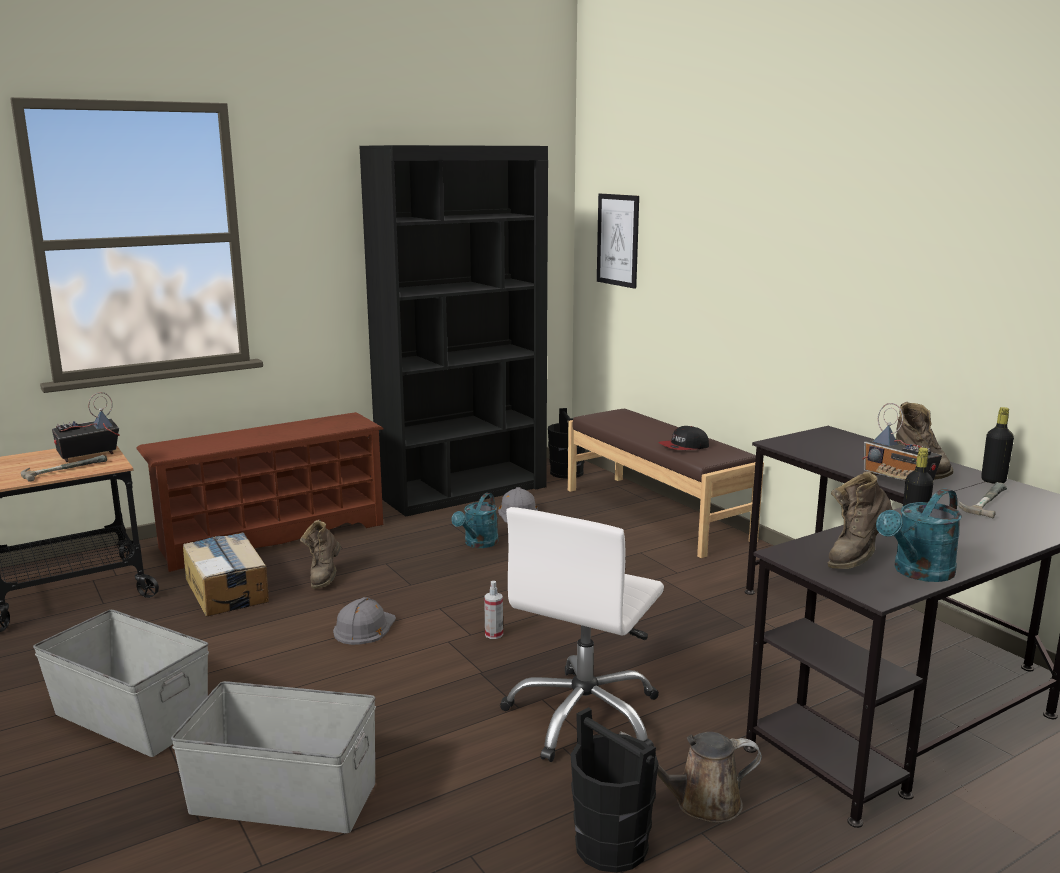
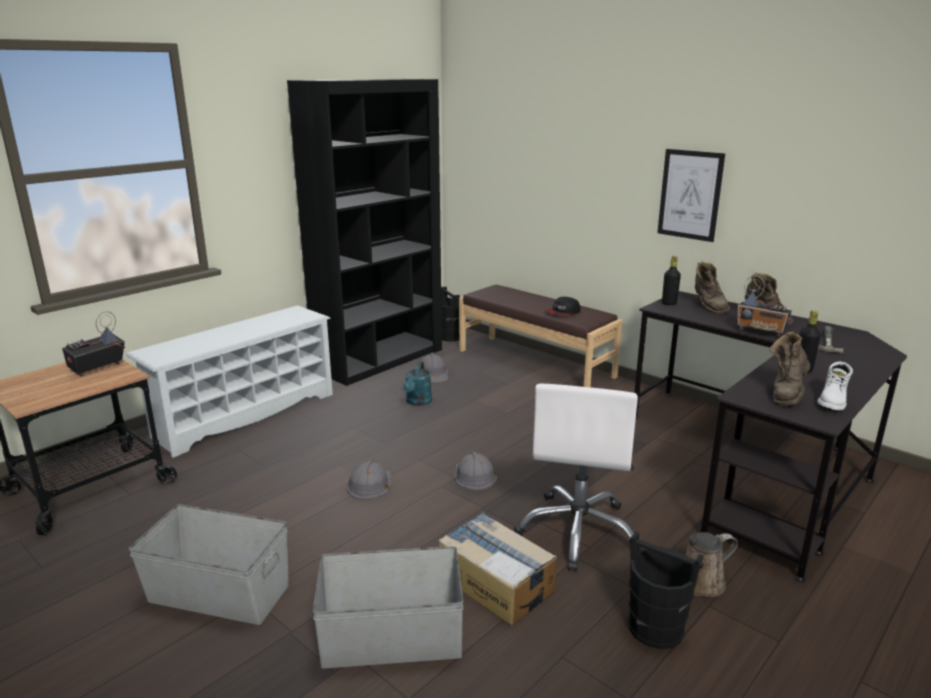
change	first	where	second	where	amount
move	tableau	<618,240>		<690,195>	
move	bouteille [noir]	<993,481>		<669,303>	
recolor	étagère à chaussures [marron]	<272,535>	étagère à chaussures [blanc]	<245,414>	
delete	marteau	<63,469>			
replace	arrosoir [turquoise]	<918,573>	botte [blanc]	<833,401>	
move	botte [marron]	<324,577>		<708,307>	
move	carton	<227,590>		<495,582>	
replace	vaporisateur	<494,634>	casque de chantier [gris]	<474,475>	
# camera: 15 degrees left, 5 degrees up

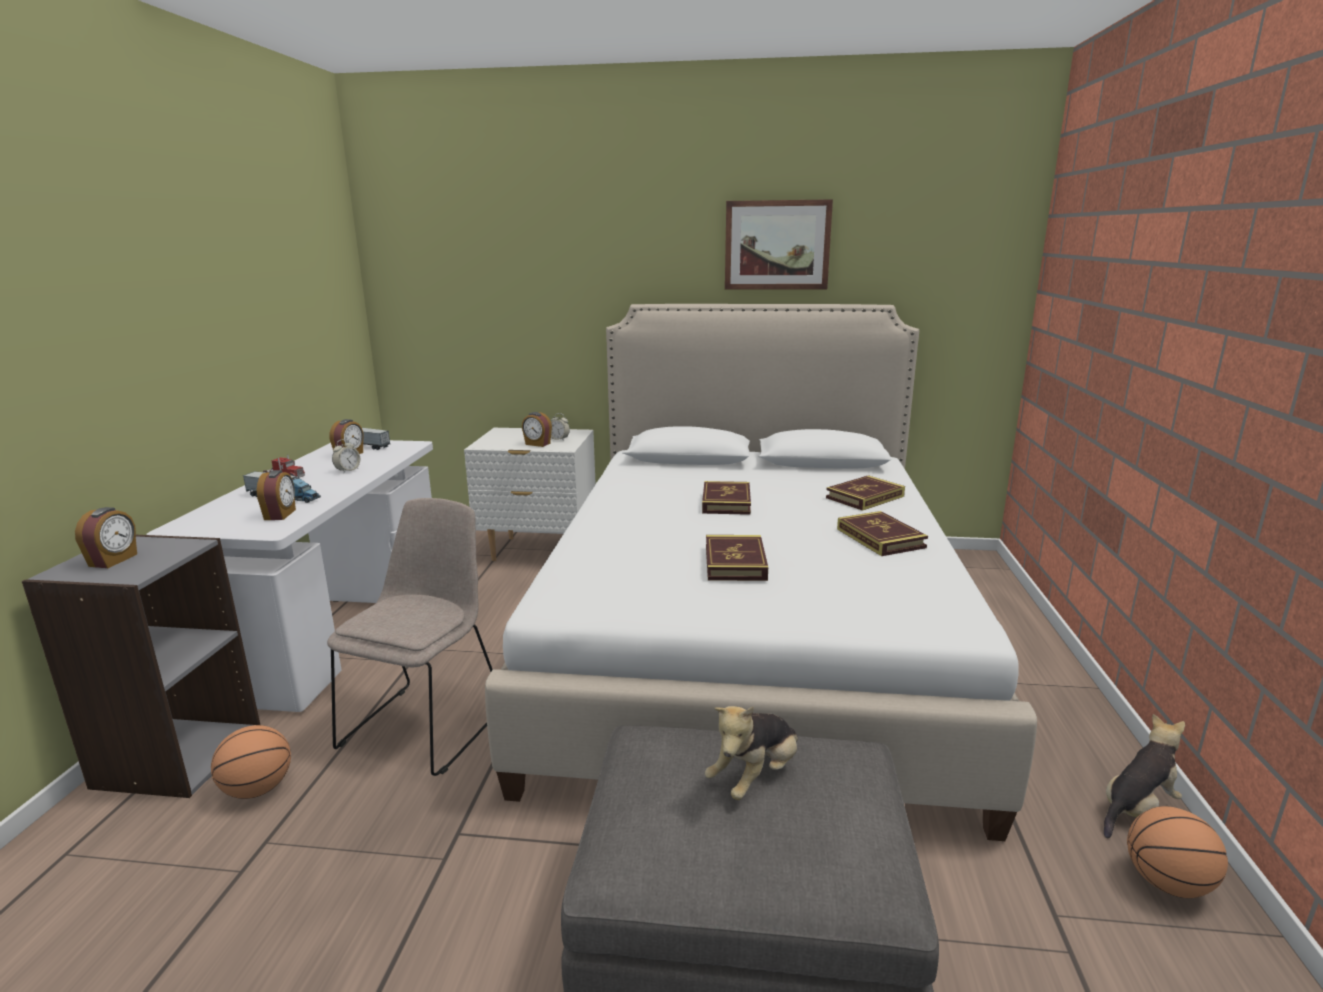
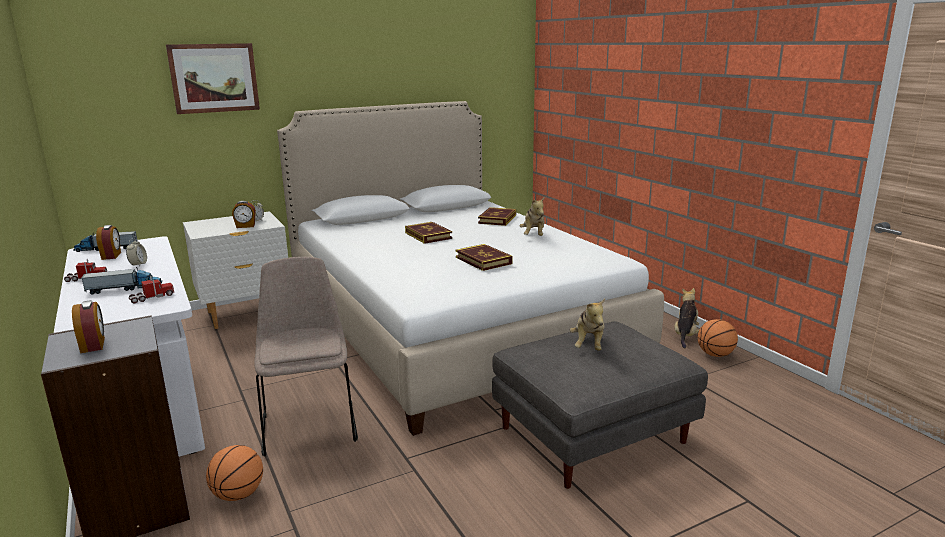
change	first	where	second	where	amount
move	tableau	<777,245>		<214,78>	
replace	réveil	<281,515>	camion jouet	<152,297>	
replace	livre	<880,538>	peluche	<533,235>	
# camera: 35 degrees left, 0 degrees up

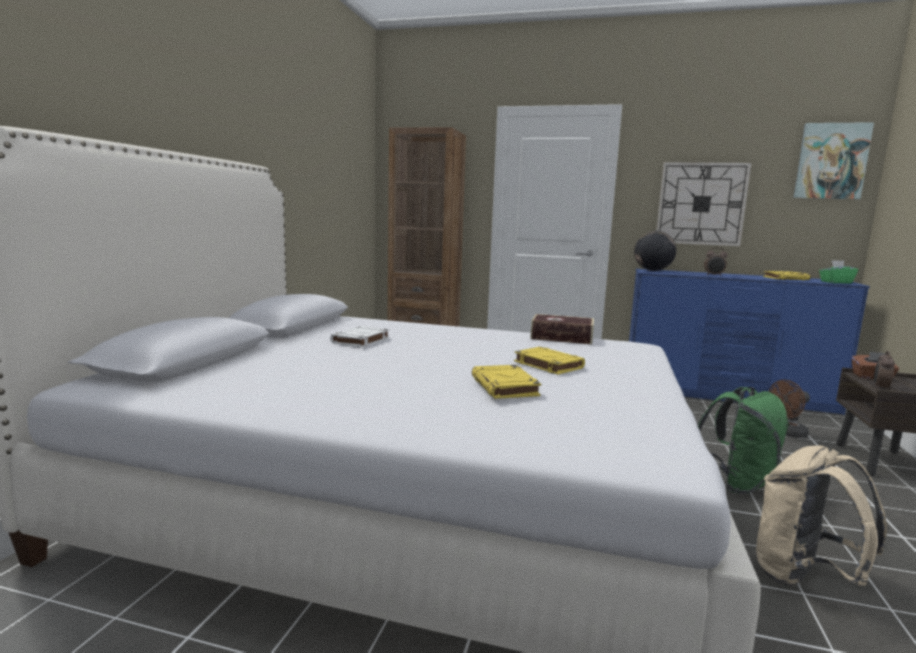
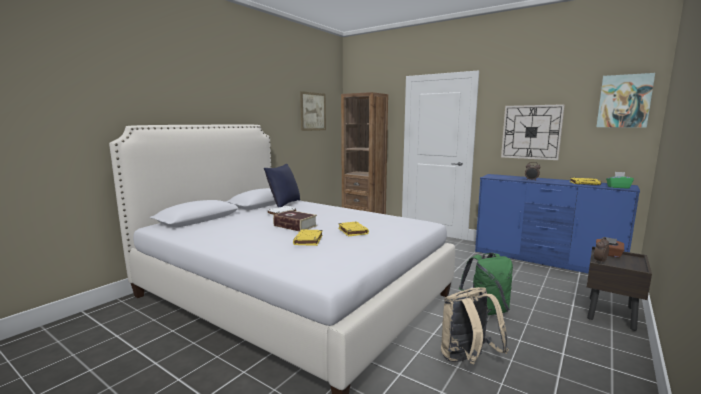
change	first	where	second	where	amount
delete	globe	<652,270>			
move	livre	<562,337>		<295,226>	
delete	ventilateur [marron]	<787,433>			
insert			tableau	<313,111>	
insert			coussin [bleu]	<283,204>	
# camera: 20 degrees right, 0 degrees up

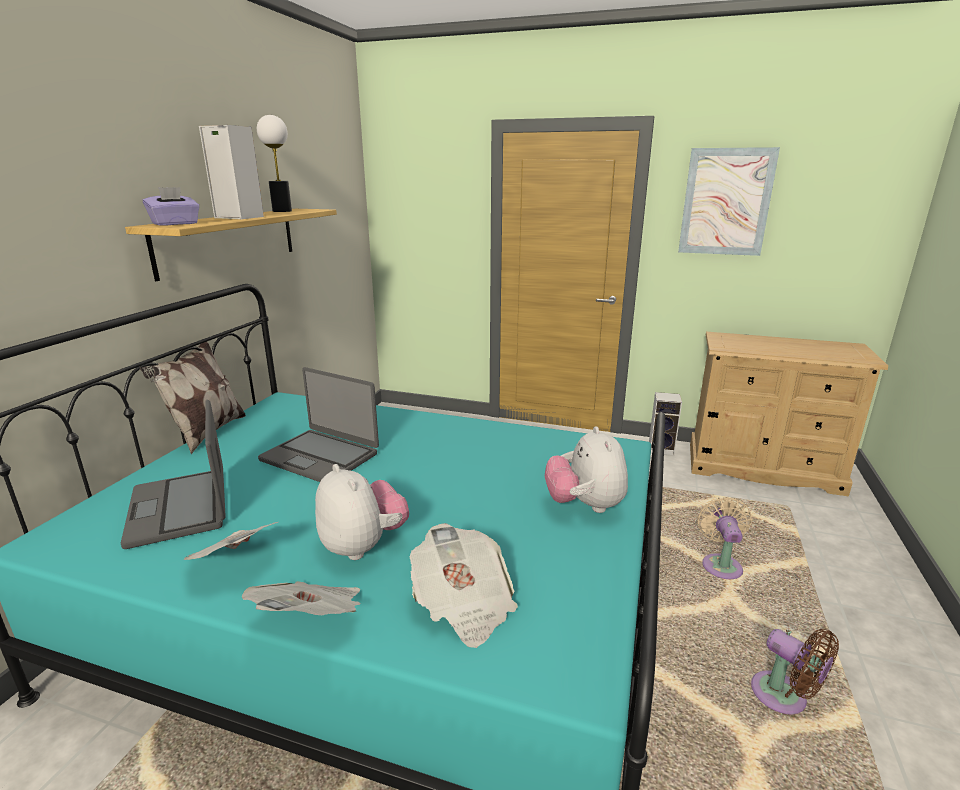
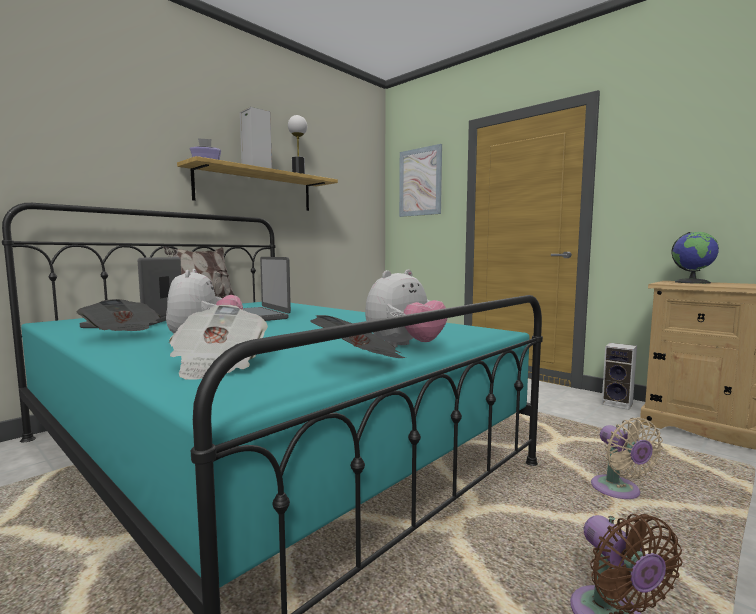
change	first	where	second	where	amount
move	tableau	<726,202>		<420,182>	
rotate	peluche	<585,505>		<405,347>	150 degrees counterclockwise
rotate	ventilateur [beige]	<720,564>		<619,491>	135 degrees clockwise
move	journal	<312,620>		<361,364>	
insert			globe	<692,282>	
# camera: 25 degrees right, 15 degrees down

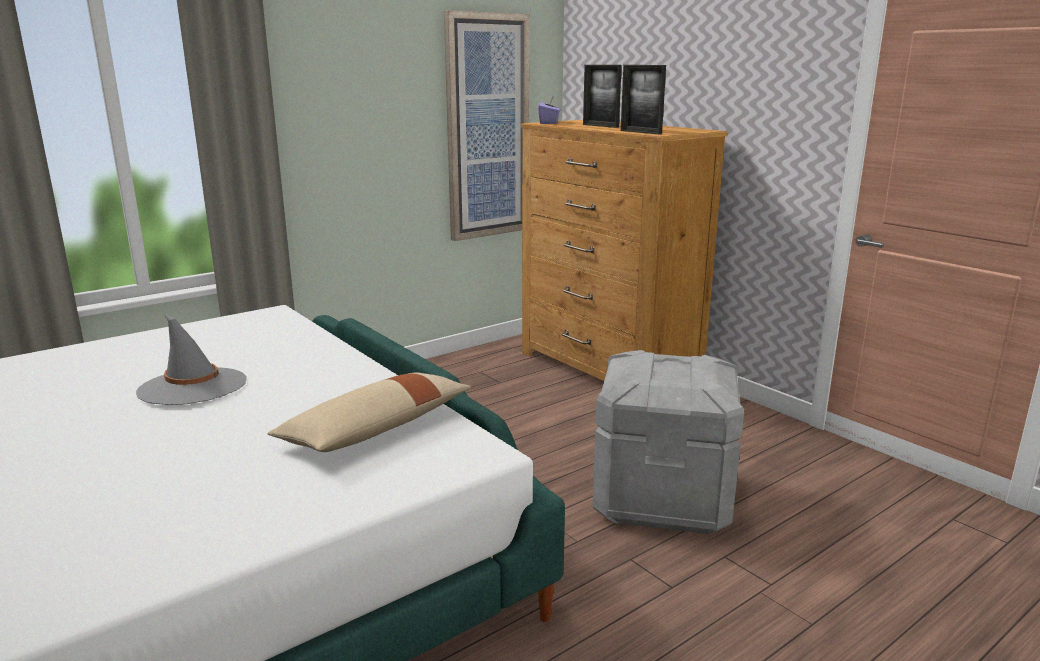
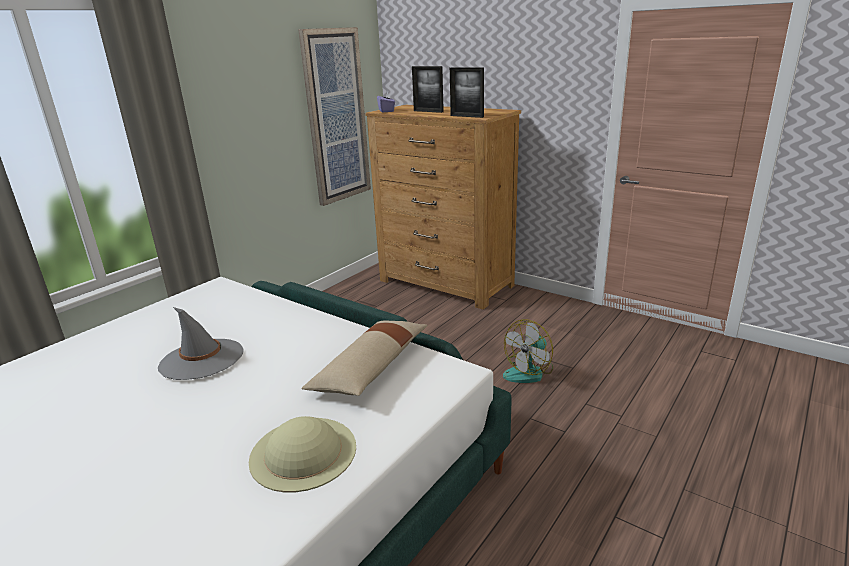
change	first	where	second	where	amount
replace	boîte de rangement [gris]	<663,498>	ventilateur	<529,371>	
insert			chapeau [beige]	<303,452>	
# camera: 15 degrees left, 5 degrees up

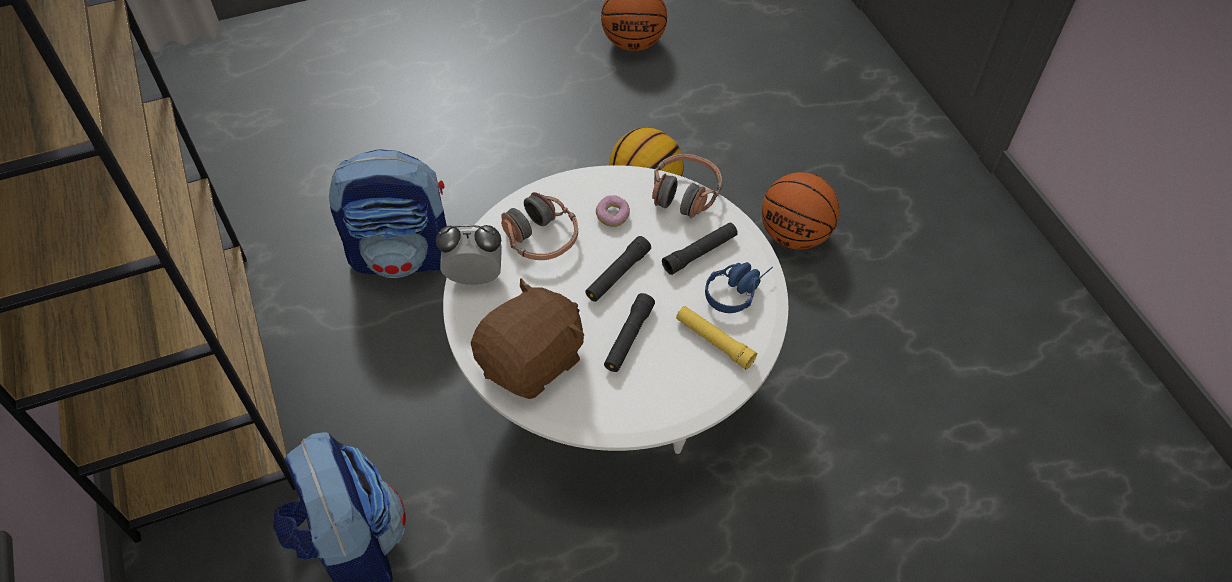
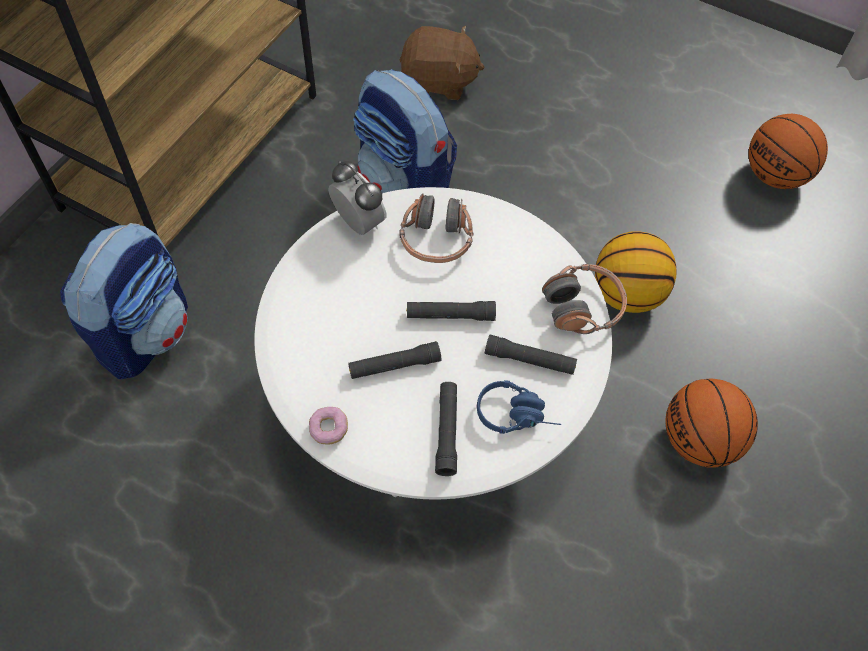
change	first	where	second	where	amount
move	beignet	<612,216>		<329,429>	
move	peluche [marron]	<532,361>		<438,82>	
recolor	lampe de poche [jaune]	<714,341>	lampe de poche [noir]	<447,431>	
# camera: 50 degrees right, 5 degrees up

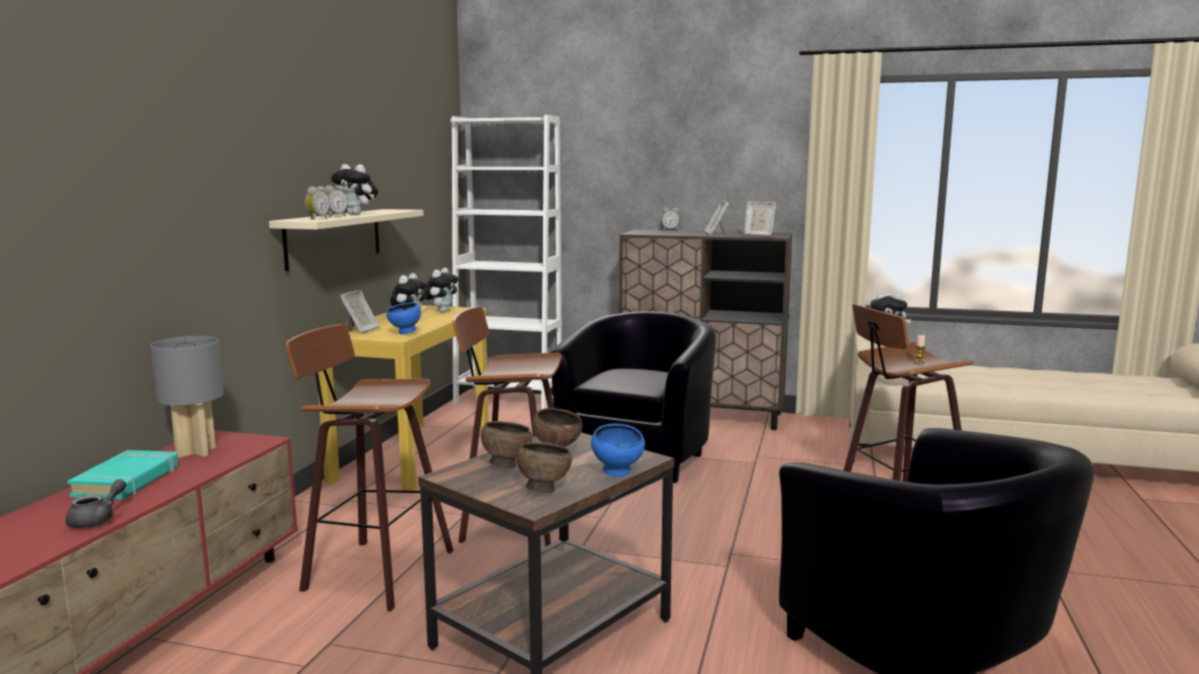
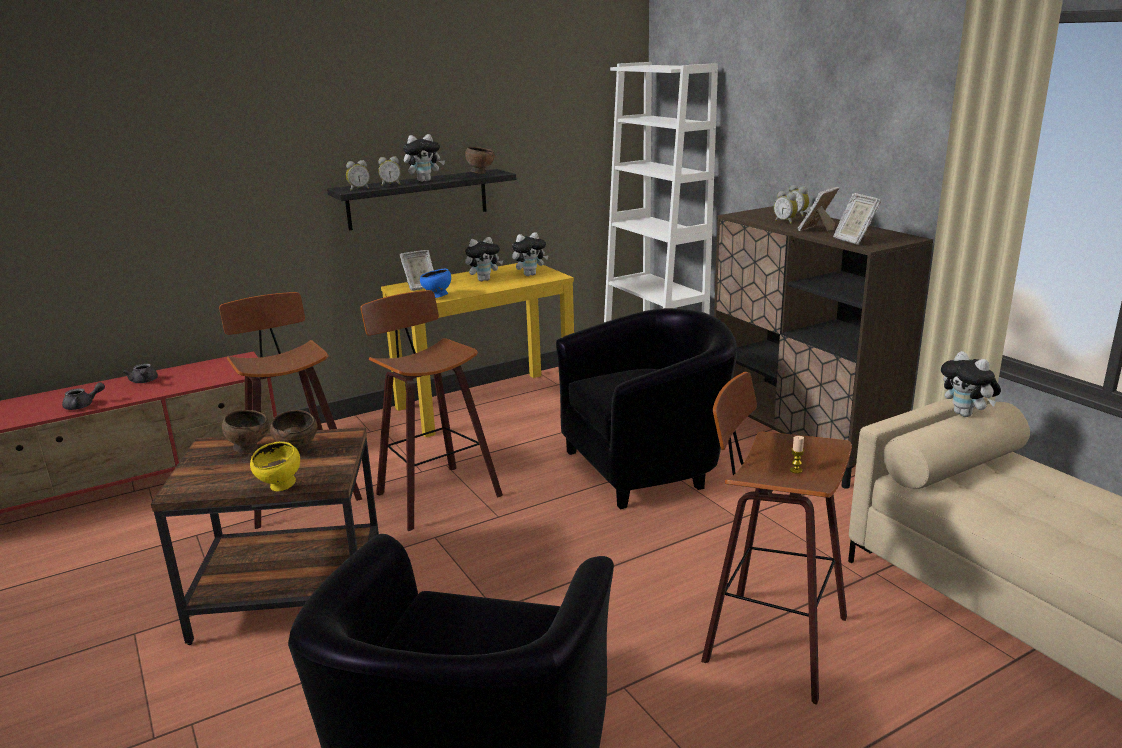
change	first	where	second	where	amount
rotate	peluche	<357,214>		<424,181>	90 degrees counterclockwise
recolor	étagère [beige]	<334,237>	étagère [noir]	<418,199>	
delete	lampe de table [gris]	<196,452>			
recolor	bol [bleu]	<618,473>	bol [jaune]	<280,487>	
move	bol [marron]	<543,490>		<480,173>	
replace	livre [turquoise]	<127,481>	théière [gris]	<144,382>	
insert			réveil	<785,222>	
# camera: 45 degrees right, 10 degrees up

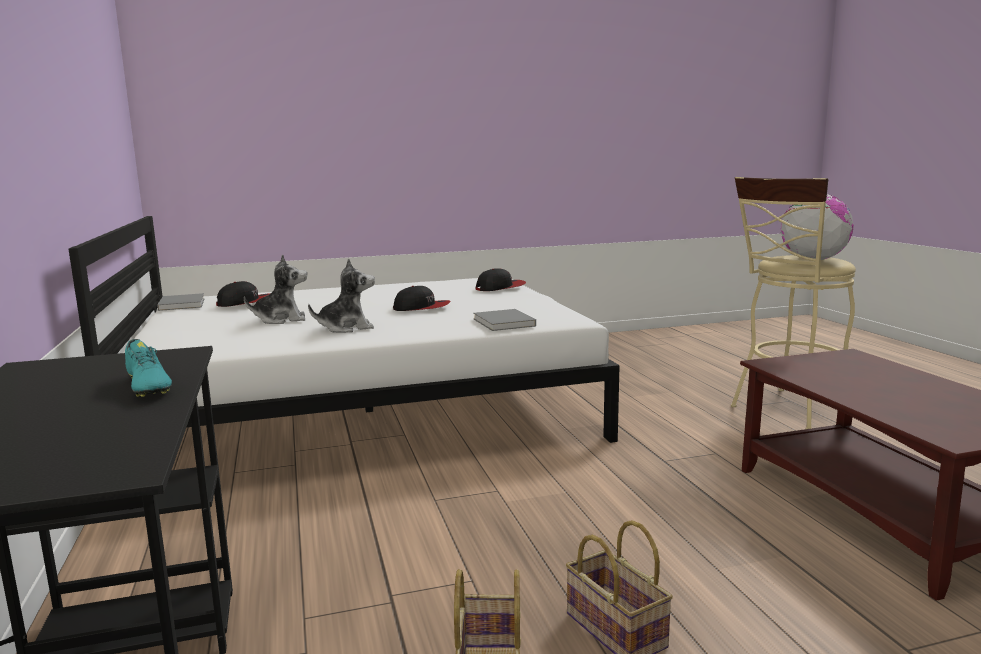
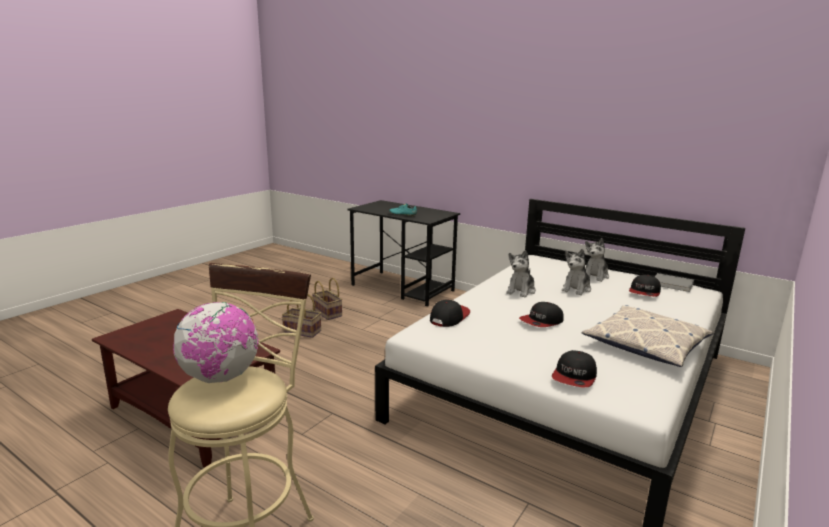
change	first	where	second	where	amount
replace	livre [gris]	<504,323>	casquette	<449,317>	
insert			peluche	<595,276>	
insert			coussin	<646,344>	
# camera: 140 degrees right, 5 degrees up

